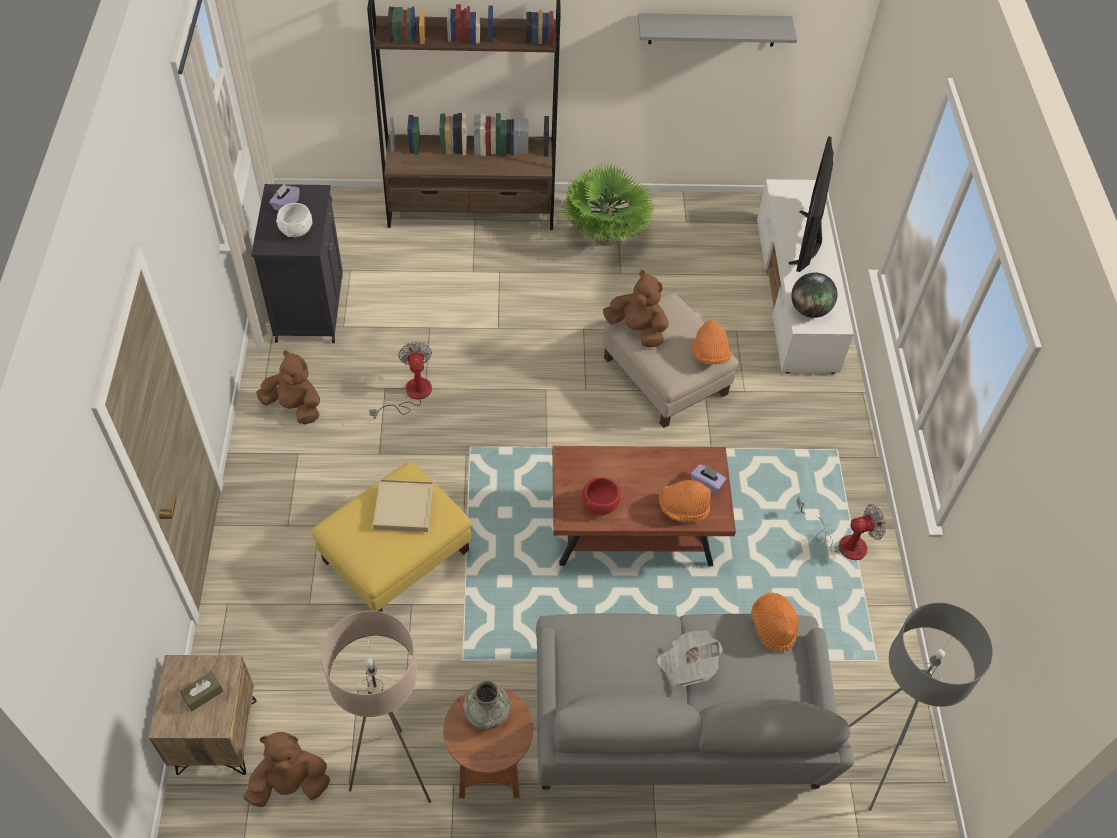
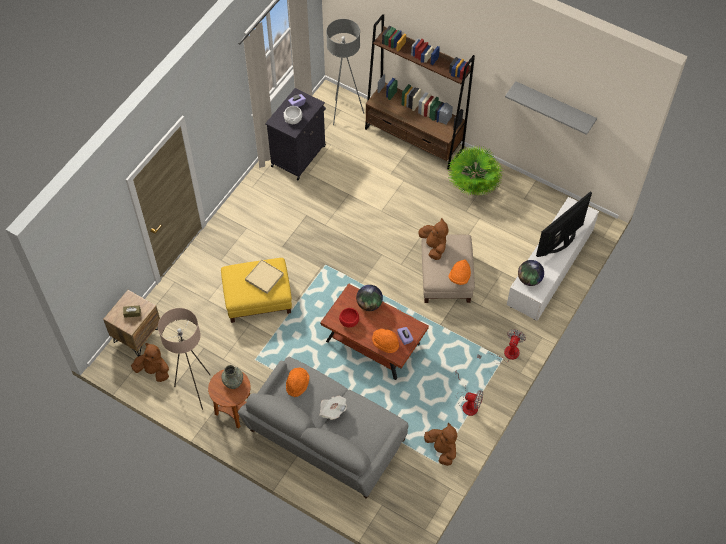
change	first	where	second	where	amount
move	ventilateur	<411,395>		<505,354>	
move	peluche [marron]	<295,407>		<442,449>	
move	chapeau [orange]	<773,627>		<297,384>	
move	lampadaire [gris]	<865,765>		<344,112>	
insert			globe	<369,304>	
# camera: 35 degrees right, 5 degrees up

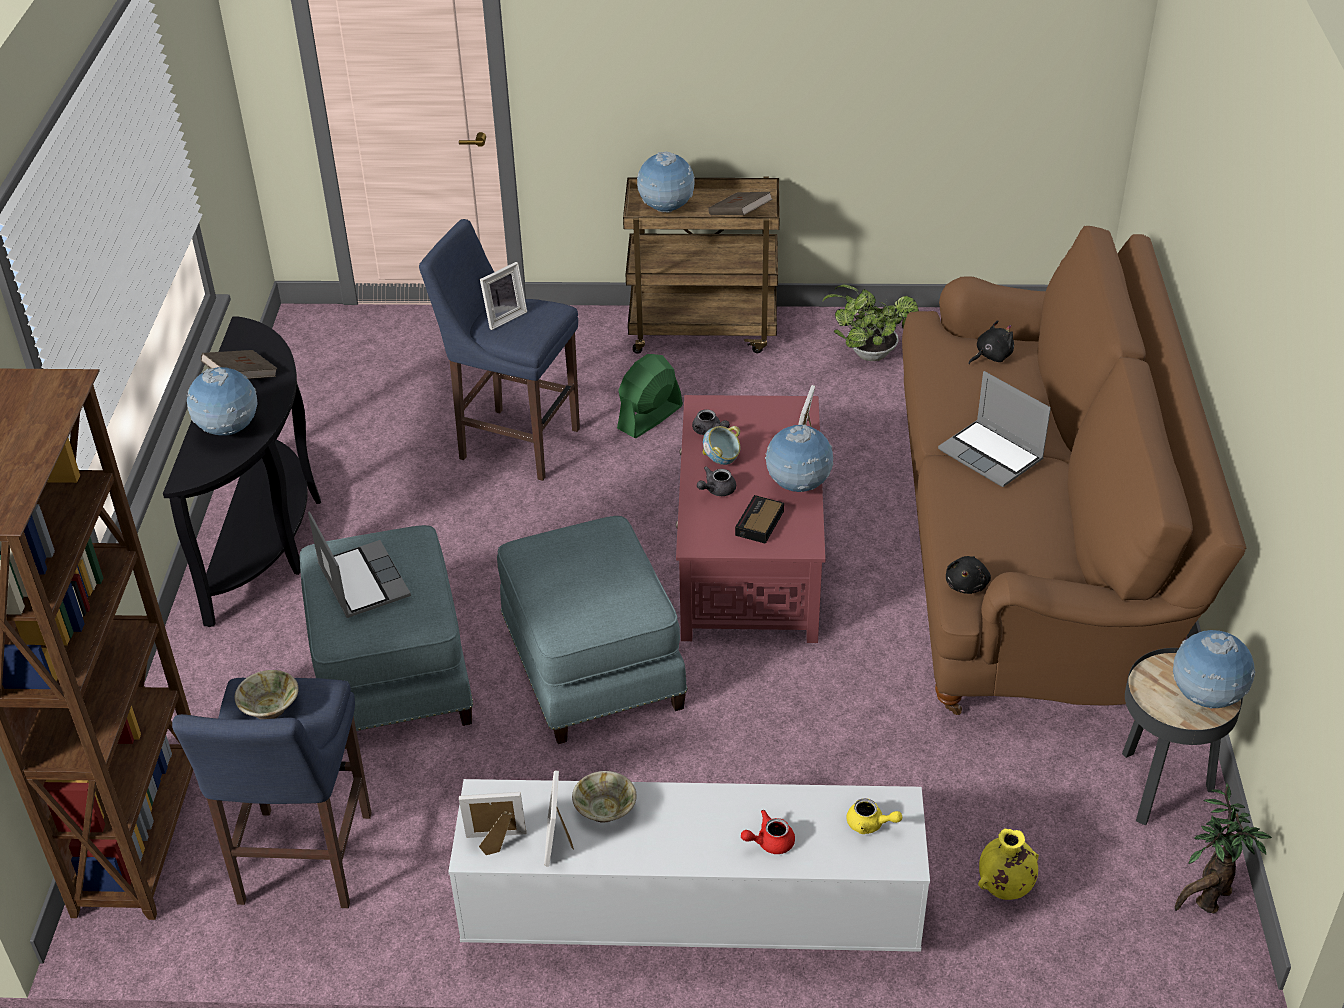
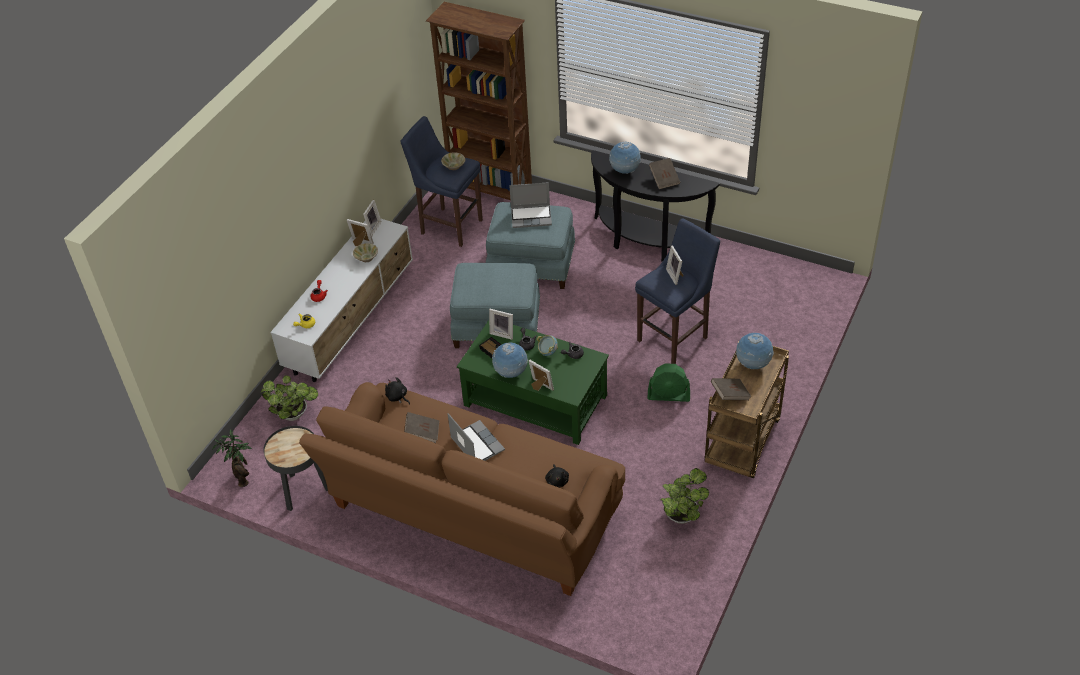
change	first	where	second	where	amount
rotate	ventilateur [vert]	<649,417>		<669,395>	120 degrees clockwise
rotate	ordinateur portable	<992,455>		<476,444>	75 degrees clockwise
recolor	table basse [rouge]	<749,558>	table basse [vert]	<535,400>	
delete	globe	<1205,698>			
replace	vase [jaune]	<1004,889>	plante en pot	<295,415>	
insert			cadre photo	<503,333>	
insert			livre [marron]	<422,433>	
# camera: 115 degrees right, 5 degrees up

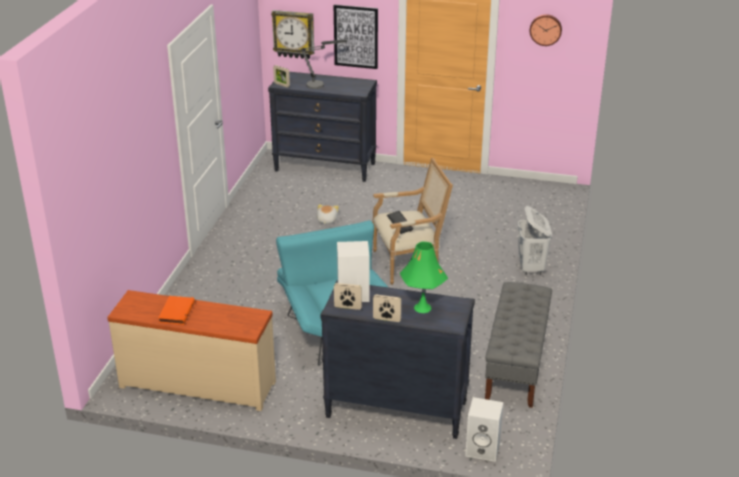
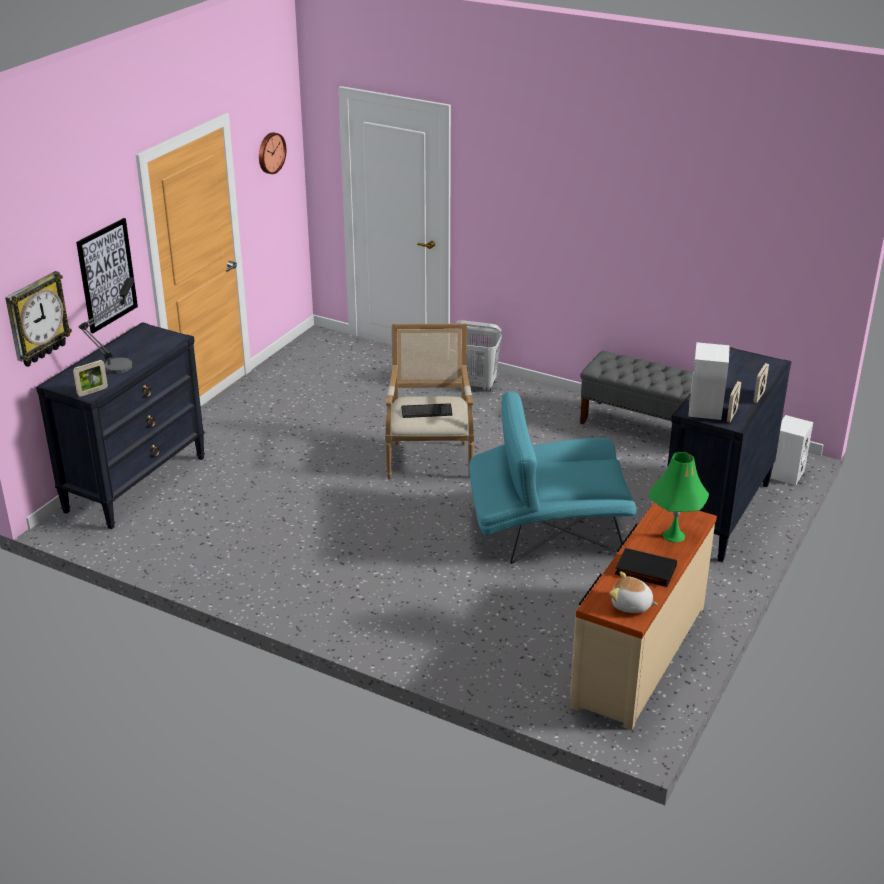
change	first	where	second	where	amount
move	peluche	<326,221>		<631,605>	
move	lampe de table [vert]	<422,308>		<674,536>	
recolor	livre [orange]	<176,312>	livre [noir]	<644,571>	
# camera: 75 degrees left, 0 degrees up

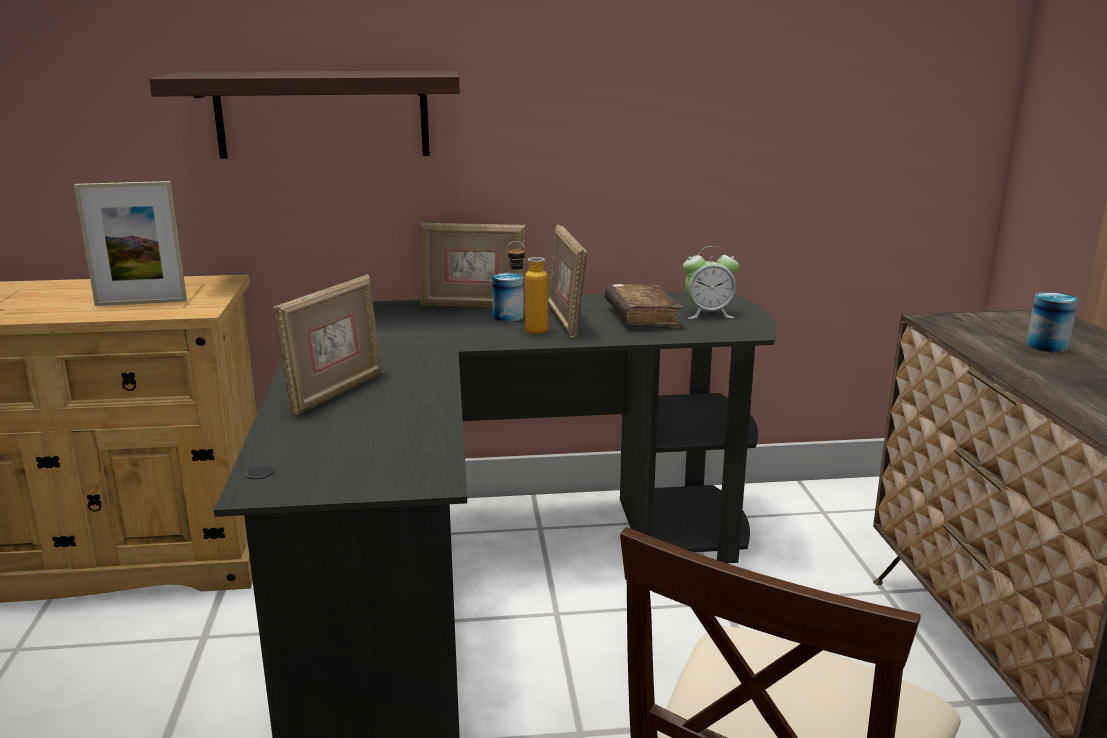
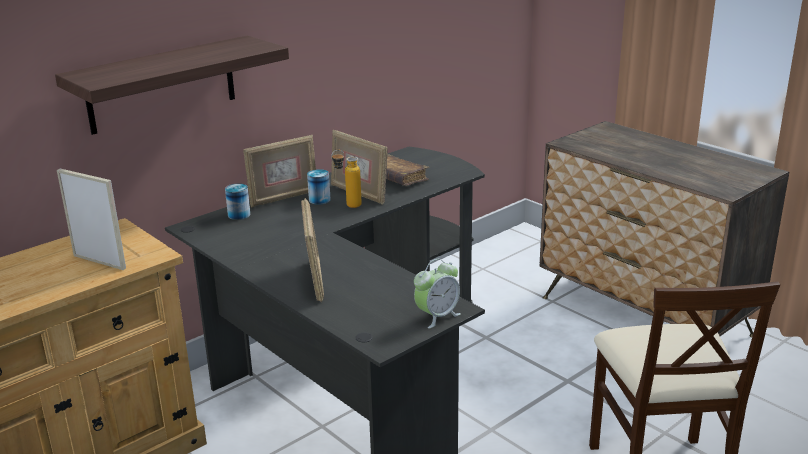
change	first	where	second	where	amount
rotate	cadre photo	<141,303>		<99,262>	105 degrees counterclockwise
move	réveil	<708,314>		<437,316>	
move	boîte métallique	<1047,346>		<239,215>	
# camera: 35 degrees left, 5 degrees up

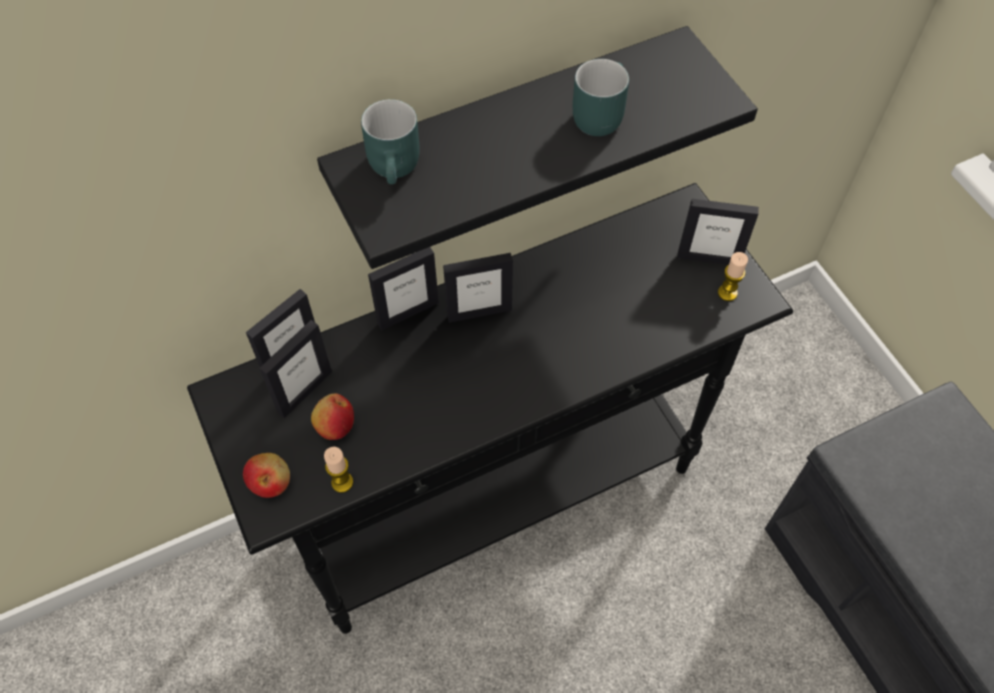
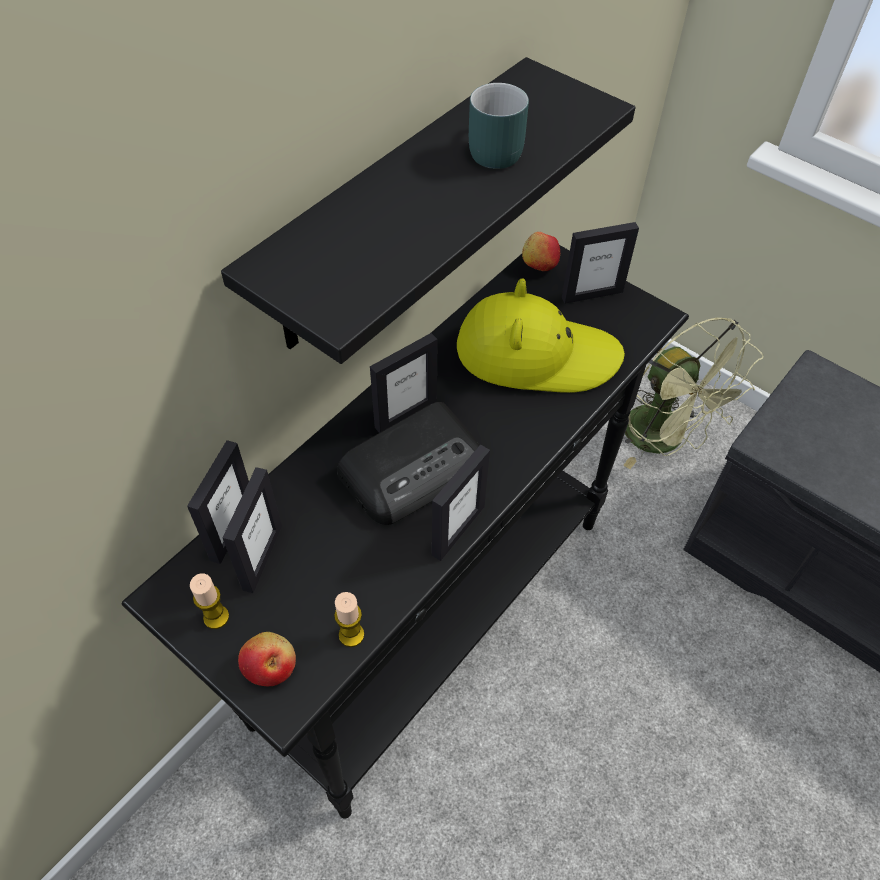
change	first	where	second	where	amount
delete	mug [turquoise]	<398,168>			
move	cadre photo	<408,313>		<457,530>	
move	bougie	<727,293>		<216,617>	
move	pomme	<335,425>		<539,264>	
insert			chapeau [jaune]	<536,354>	
insert			ventilateur [vert]	<665,439>	
insert			radio	<414,468>	
# camera: 25 degrees left, 5 degrees down

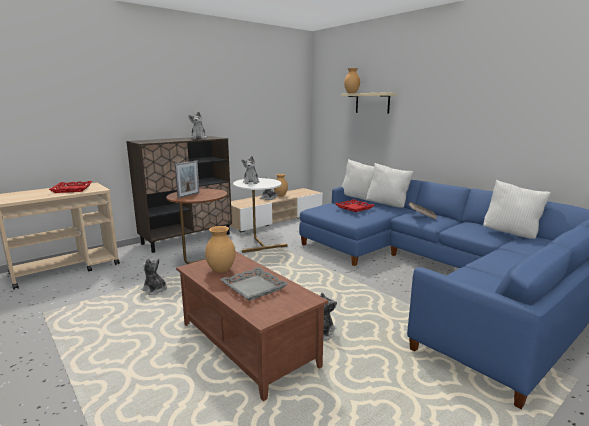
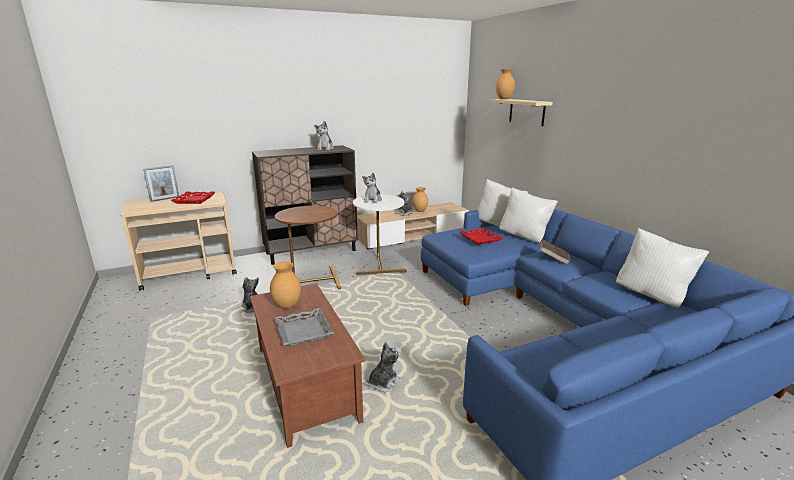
change	first	where	second	where	amount
move	cadre photo	<188,195>		<165,199>	
# camera: 15 degrees right, 5 degrees up

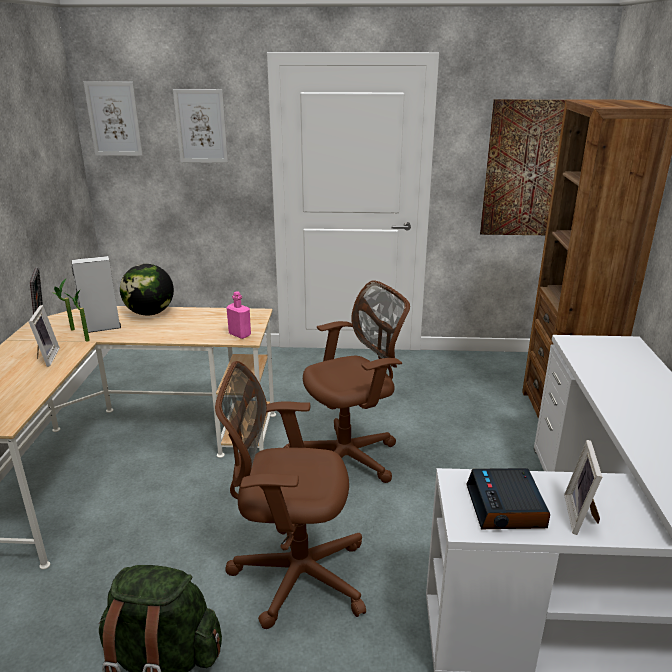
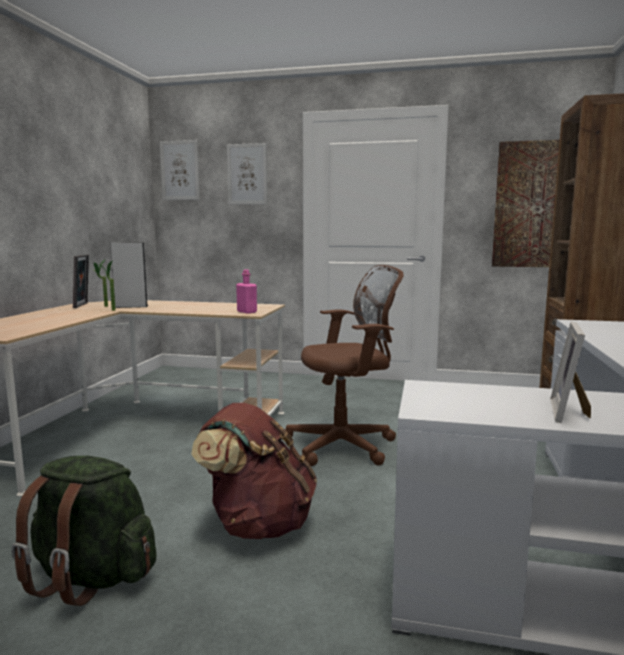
change	first	where	second	where	amount
delete	globe	<150,313>			
delete	cadre photo	<45,358>			
replace	chaise de bureau [marron]	<293,575>	sac à dos [marron]	<258,524>	
delete	réveil	<506,507>			
# camera: 10 degrees right, 15 degrees down

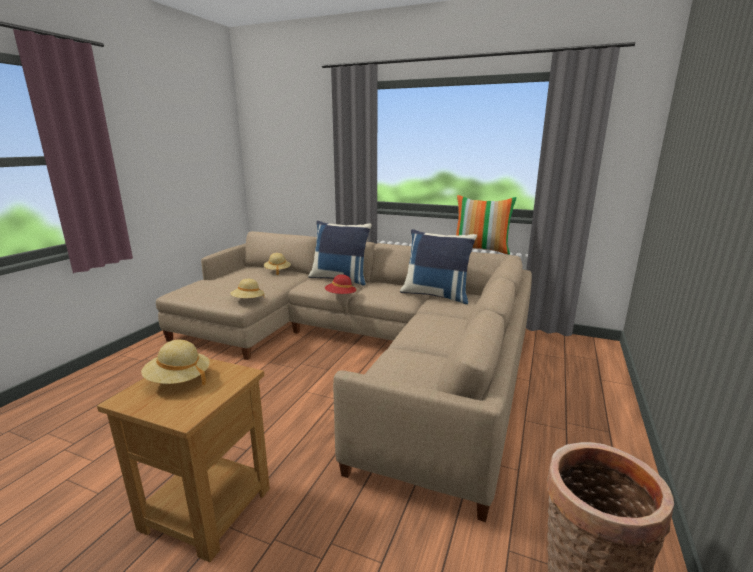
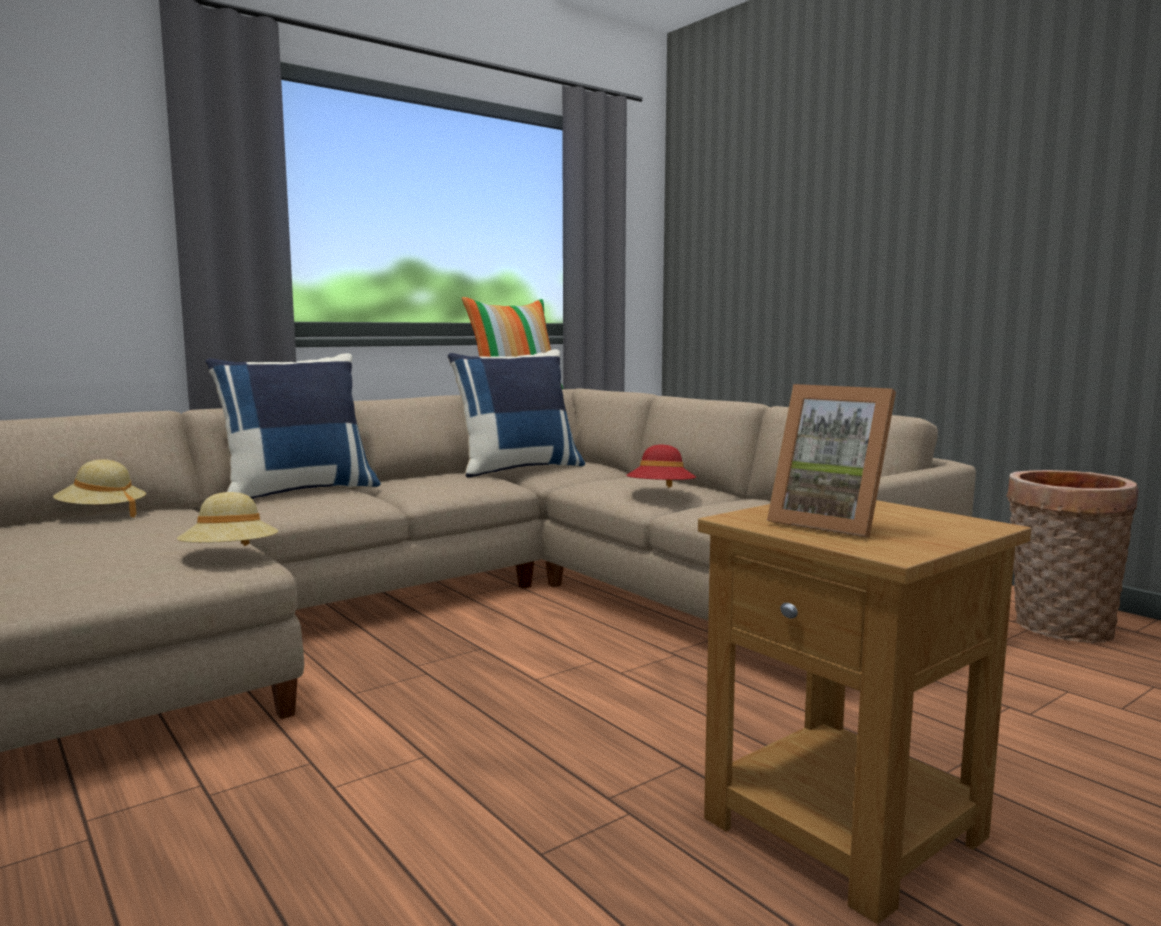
change	first	where	second	where	amount
move	chapeau [rouge]	<340,296>		<661,493>	
replace	chapeau [beige]	<178,380>	cadre photo	<831,523>	
# camera: 60 degrees left, 10 degrees down

